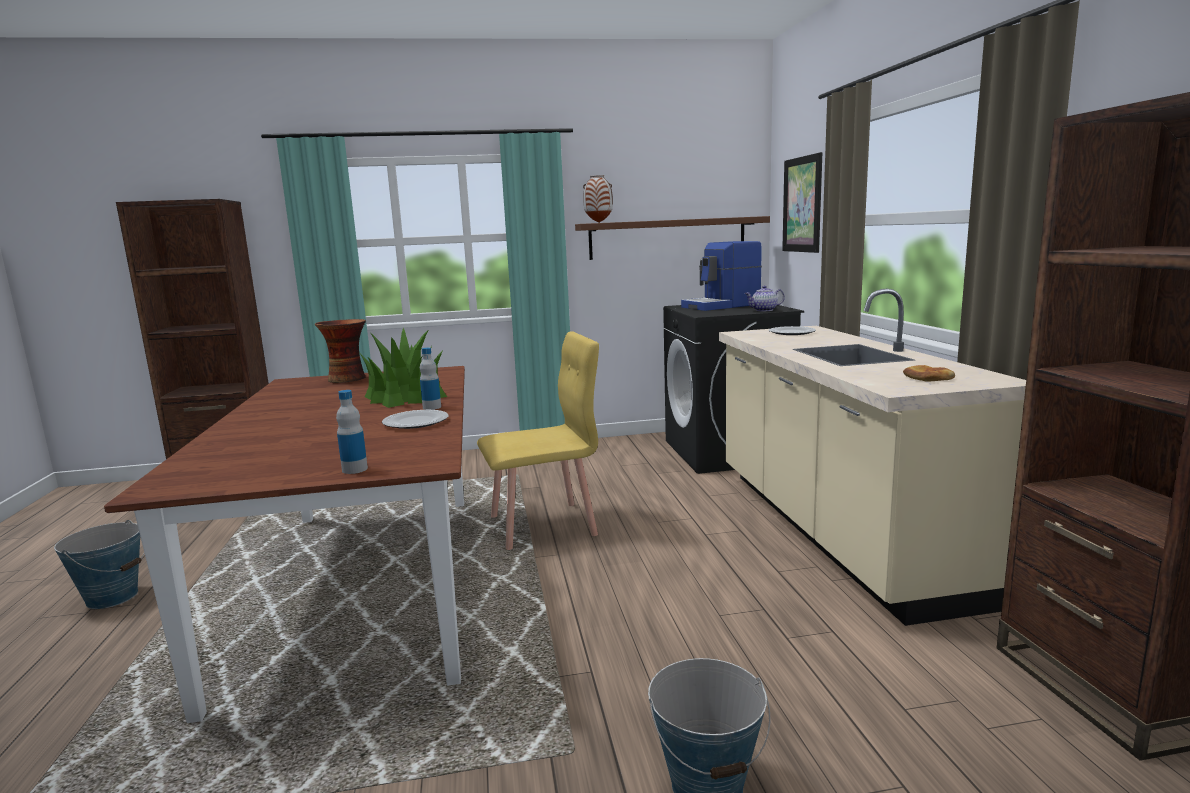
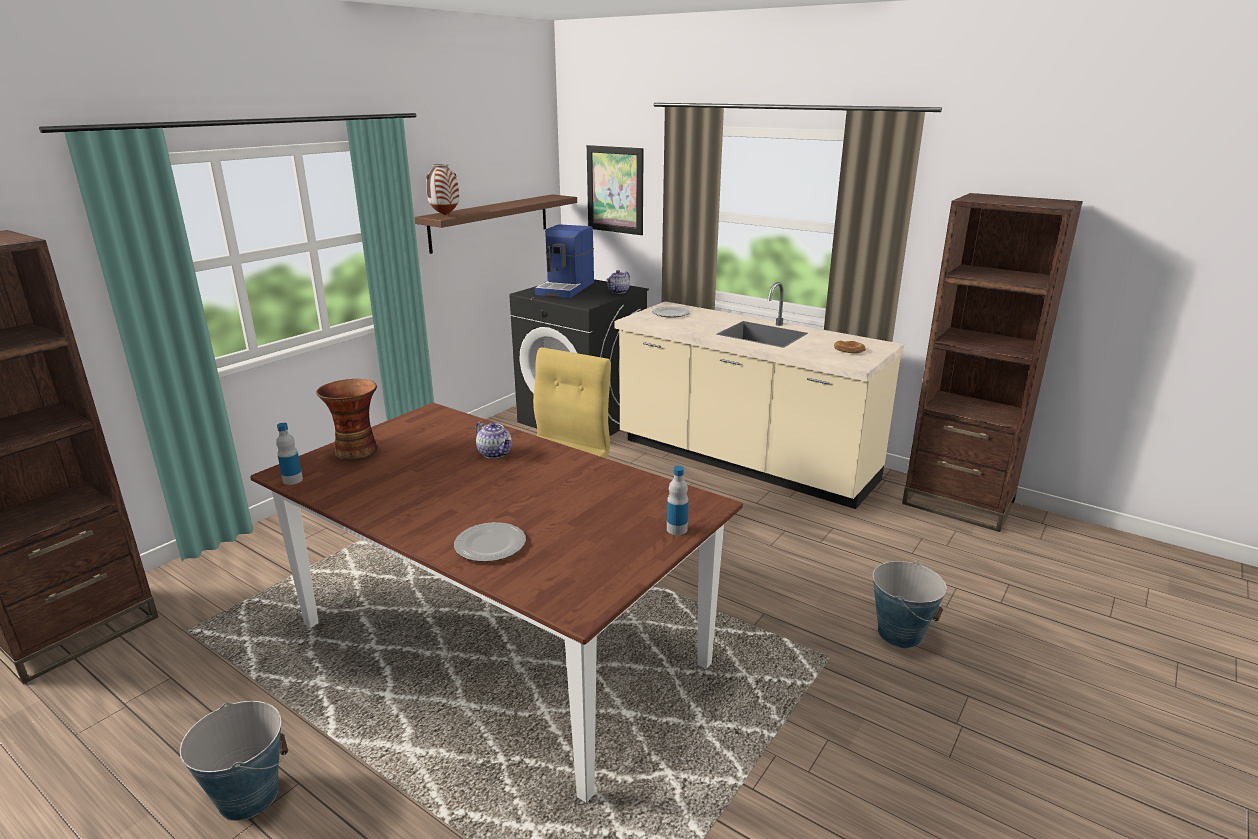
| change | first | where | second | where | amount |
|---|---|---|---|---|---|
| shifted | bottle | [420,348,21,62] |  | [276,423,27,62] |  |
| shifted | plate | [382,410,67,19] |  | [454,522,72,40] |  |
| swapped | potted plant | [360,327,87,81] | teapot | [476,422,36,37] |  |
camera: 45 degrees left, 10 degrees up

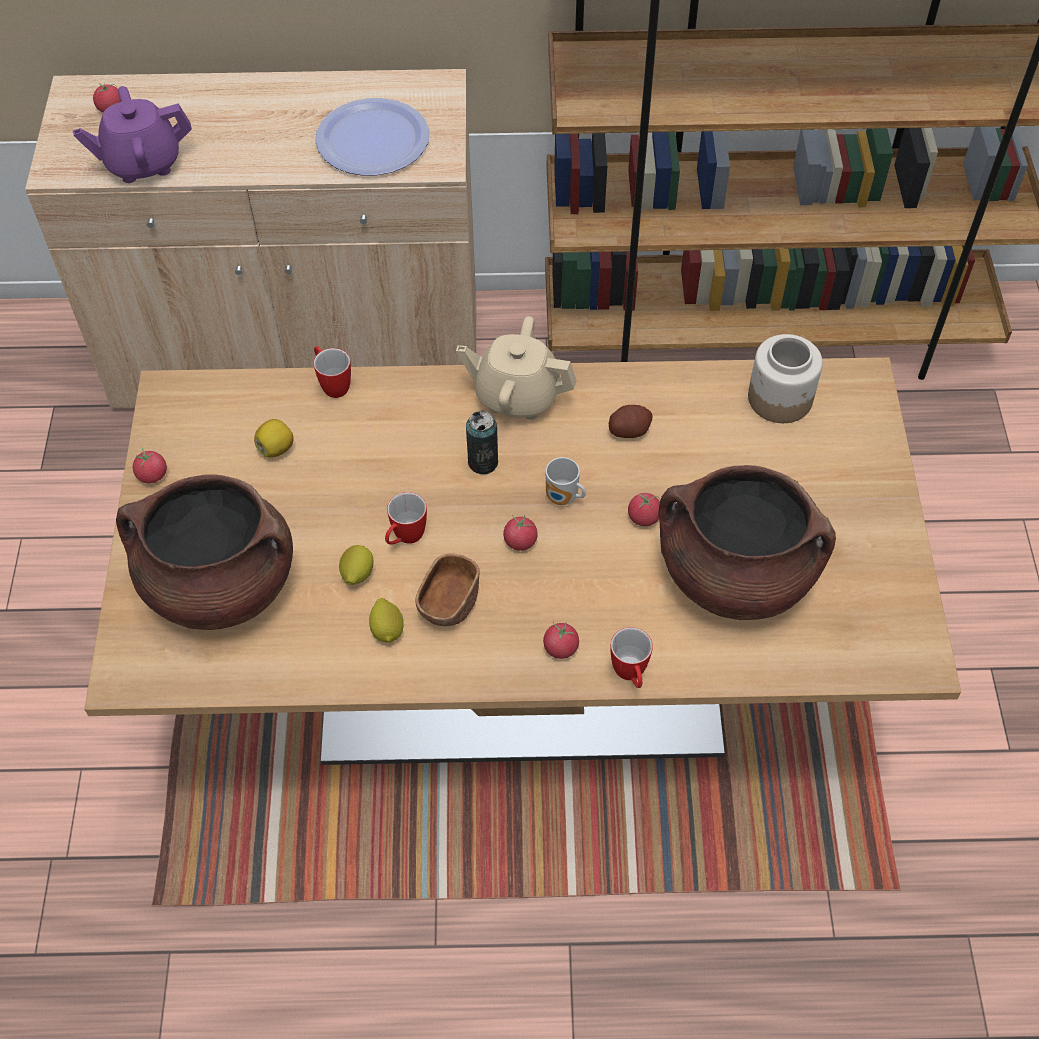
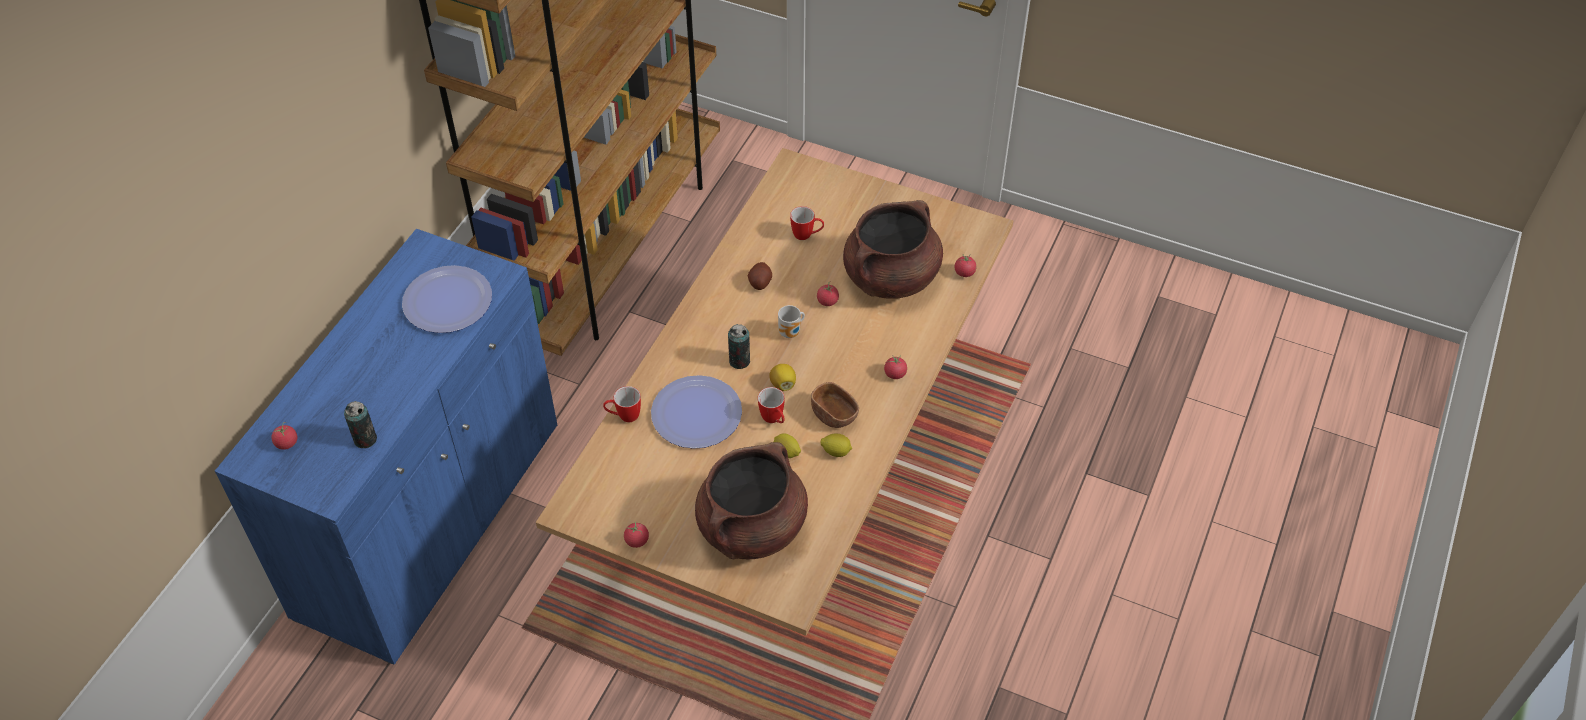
| change | first | where | second | where | amount |
|---|---|---|---|---|---|
| repainted | cabinet/sand-coloured | [25,69,451,339] | cabinet/blue-coloured | [215,229,342,436] |  |
| swapped | teapot/purple-coloured | [73,86,119,97] | sealed can | [344,401,33,47] |  |
| new |  |  | plate | [651,375,91,74] |  |
| shifted | whole lemon | [254,419,39,39] |  | [769,364,27,27] |  |
| shifted | tea mug | [611,627,42,61] |  | [790,206,34,34] |  |
| shifted | tomato | [503,515,35,36] |  | [955,254,21,23] |  |
| gone | teapot/sand-coloured | [456,316,121,104] |  |  |  |
| gone | jar | [748,334,75,89] |  |  |  |
camera: 65 degrees left, 5 degrees down

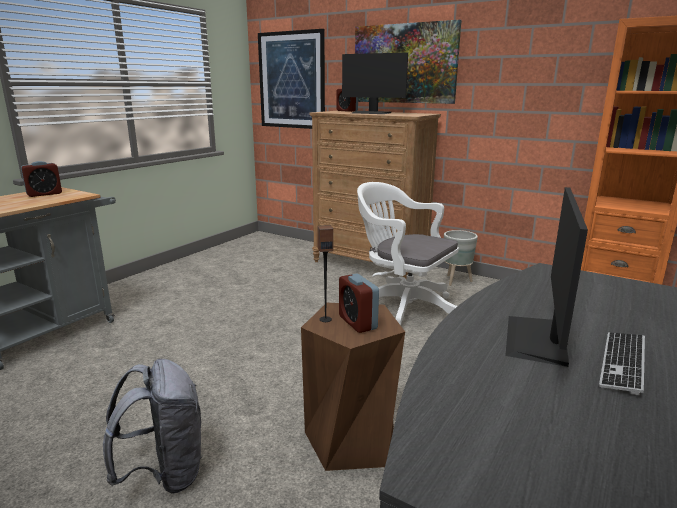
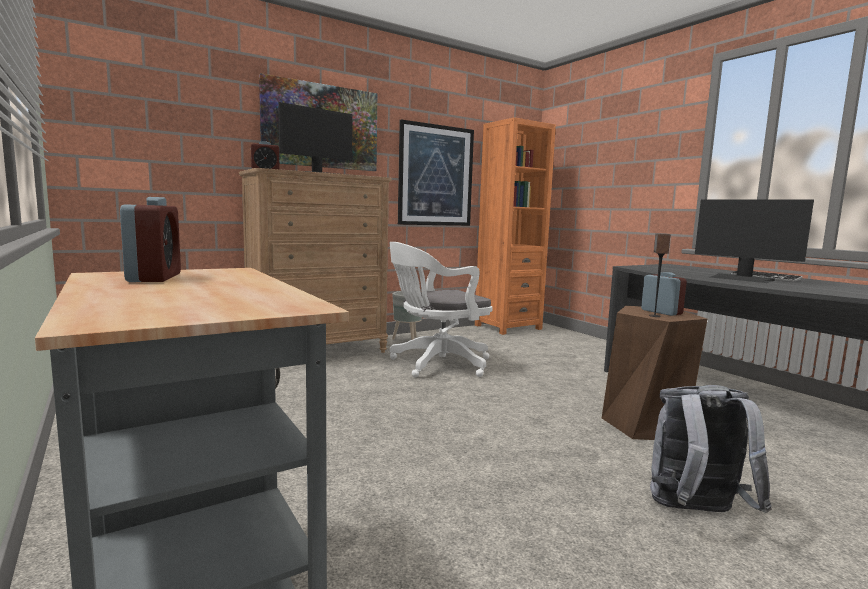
| change | first | where | second | where | amount |
|---|---|---|---|---|---|
| shifted | wall art | [258,29,67,100] |  | [398,119,76,107] |  |
| rotated | bedside clock | [339,274,40,59] |  | [641,272,46,44] | 120 degrees counterclockwise |
camera: 65 degrees left, 10 degrees down

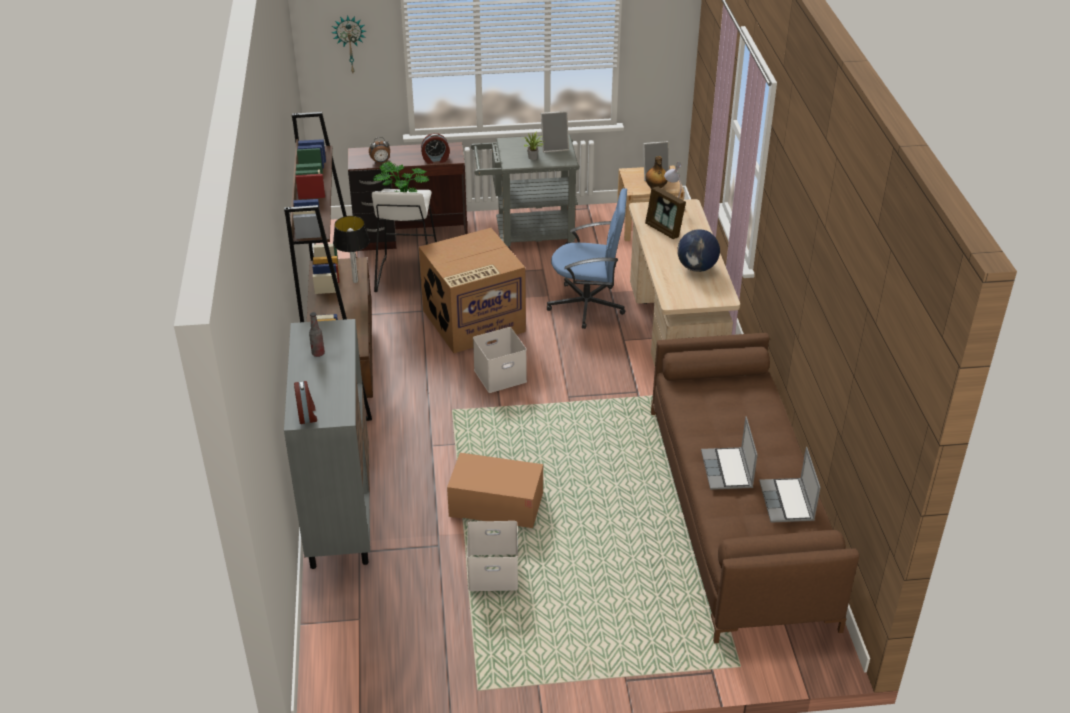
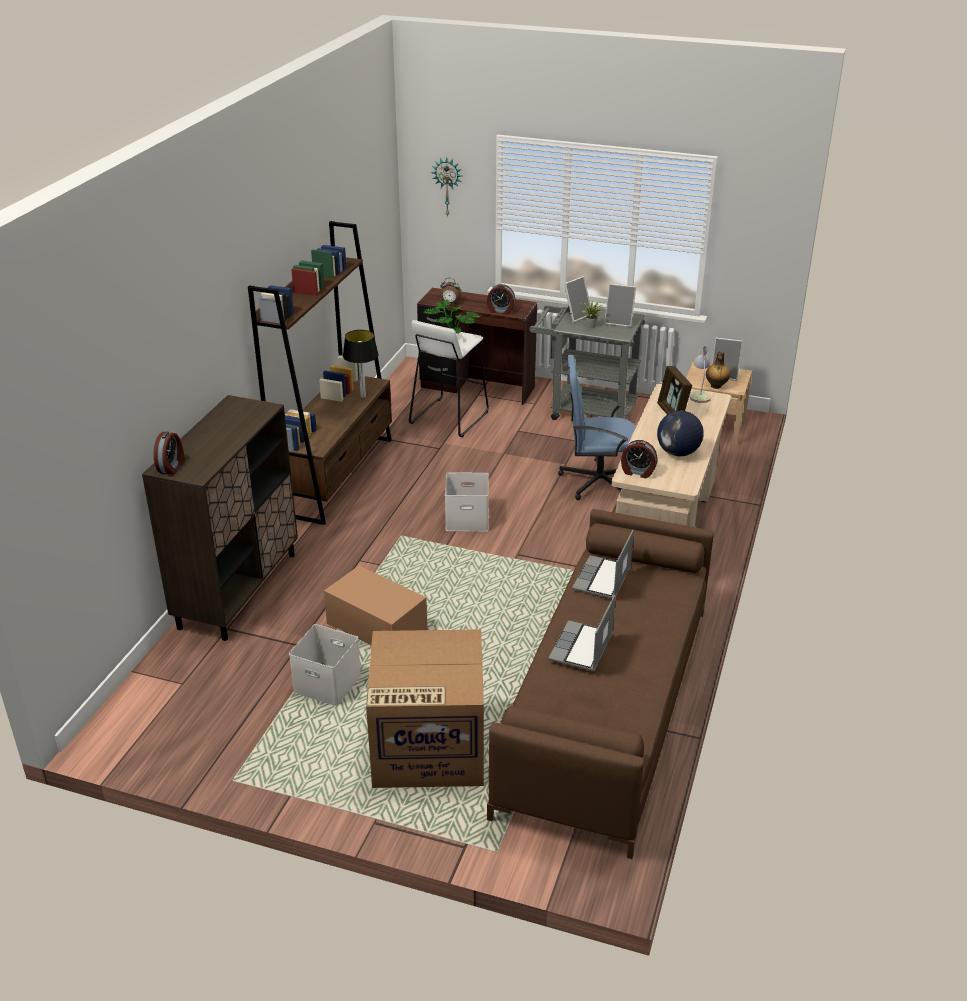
| change | first | where | second | where | amount |
|---|---|---|---|---|---|
| repainted | cabinet/gray | [284,319,86,250] | cabinet/brown | [142,395,156,246] |  |
| shifted | cardboard box | [419,228,107,125] |  | [366,629,118,159] |  |
| rotated | office chair/blue-coloured | [547,188,80,141] |  | [558,355,78,145] | 150 degrees clockwise |
| new |  |  | photo frame | [563,276,28,46] |  |
| shifted | portable computer | [759,447,62,76] |  | [572,530,62,69] |  |
| new |  |  | bedside clock | [621,440,37,38] |  |
| gone | bottle | [309,312,16,45] |  |  |  |
camera: 25 degrees right, 5 degrees down

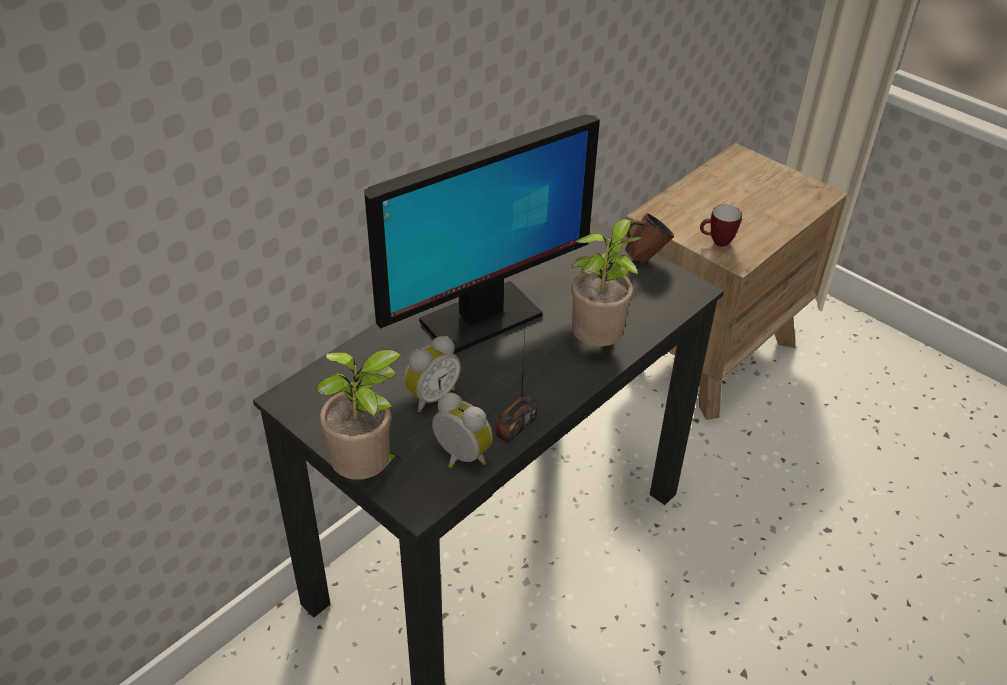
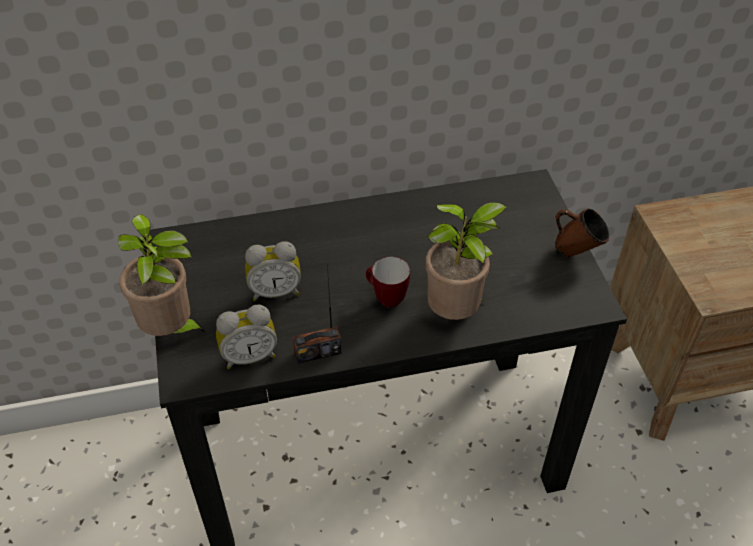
| change | first | where | second | where | amount |
|---|---|---|---|---|---|
| rotated | bedside clock | [432,393,61,75] |  | [216,305,61,64] | 90 degrees clockwise |
| shifted | tea mug | [700,204,42,43] |  | [366,257,44,51] |  |
| gone | monitor | [364,115,236,239] |  |  |  |
camera: 35 degrees right, 5 degrees up

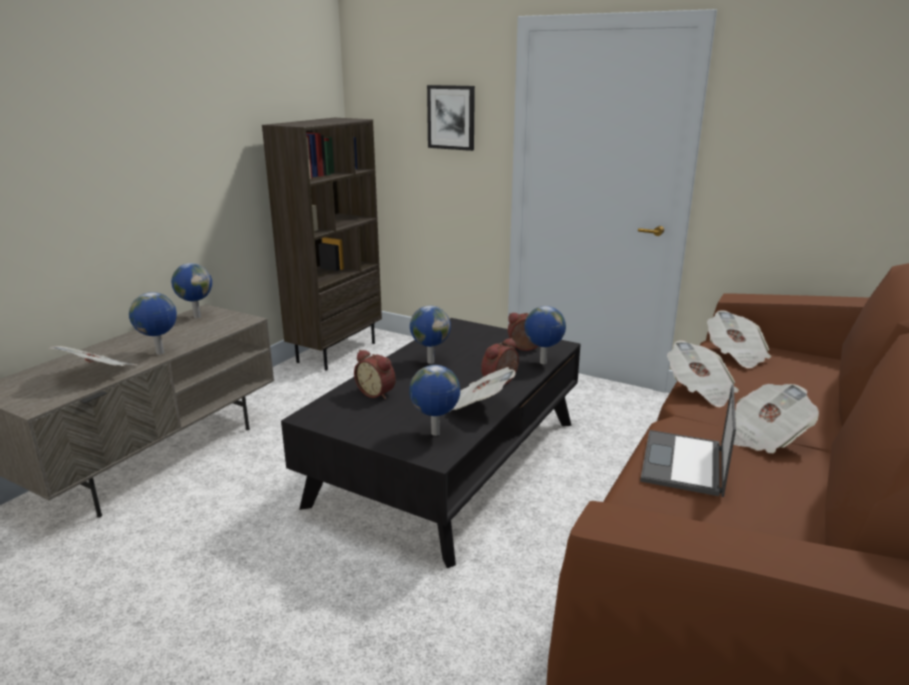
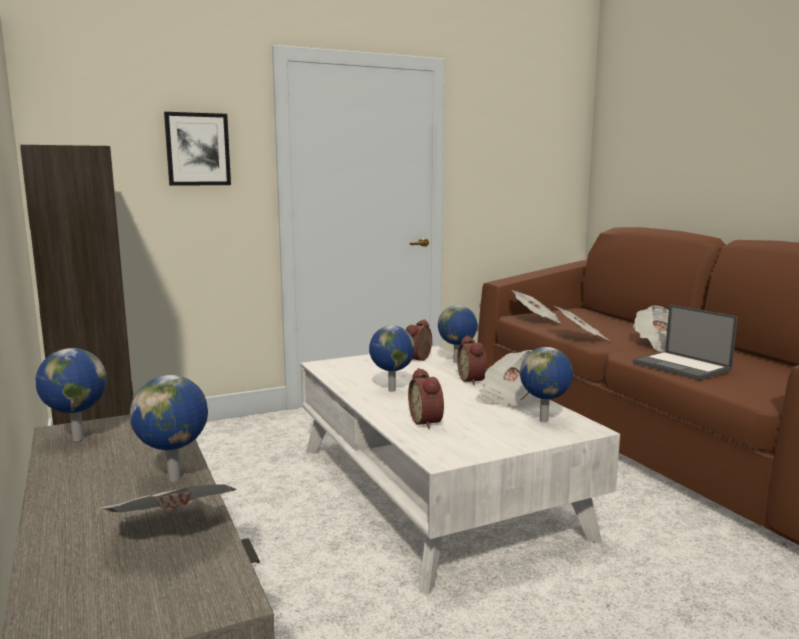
| change | first | where | second | where | amount |
|---|---|---|---|---|---|
| repainted | coffee table/black-coloured | [281,318,300,250] | coffee table/white | [300,346,320,249] |  |
| rotated | bedside clock | [354,350,42,49] |  | [408,368,36,61] | 90 degrees clockwise |
camera: 55 degrees left, 10 degrees down

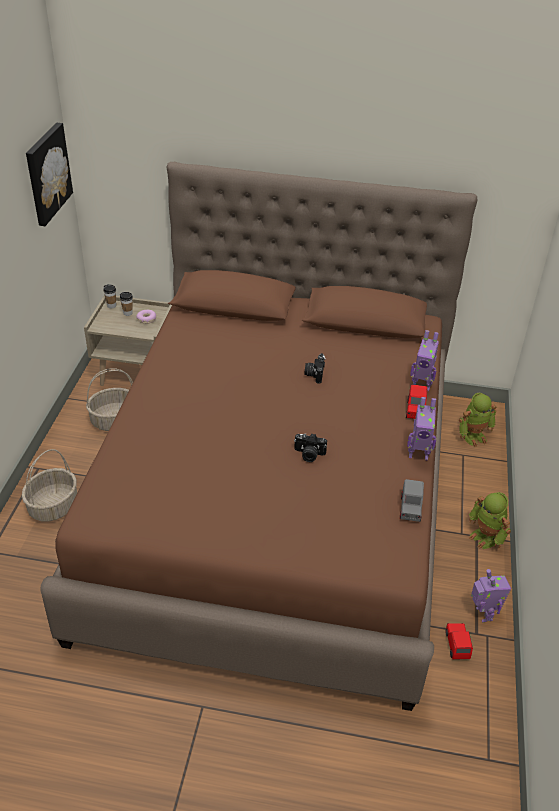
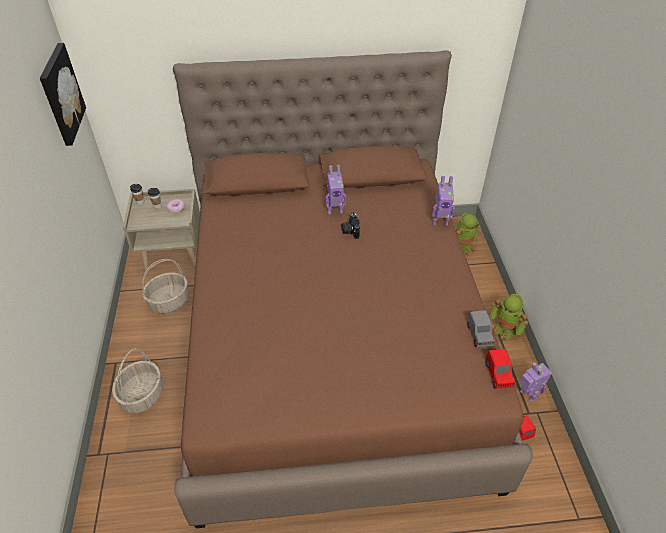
| change | first | where | second | where | amount |
|---|---|---|---|---|---|
| shifted | robot figure | [407,397,29,63] |  | [326,165,20,50] |  |
| shifted | miniature car/reddish | [406,384,22,35] |  | [485,349,30,40] |  |
| gone | still camera | [294,433,33,29] |  |  |  |
camera: 15 degrees left, 5 degrees up

